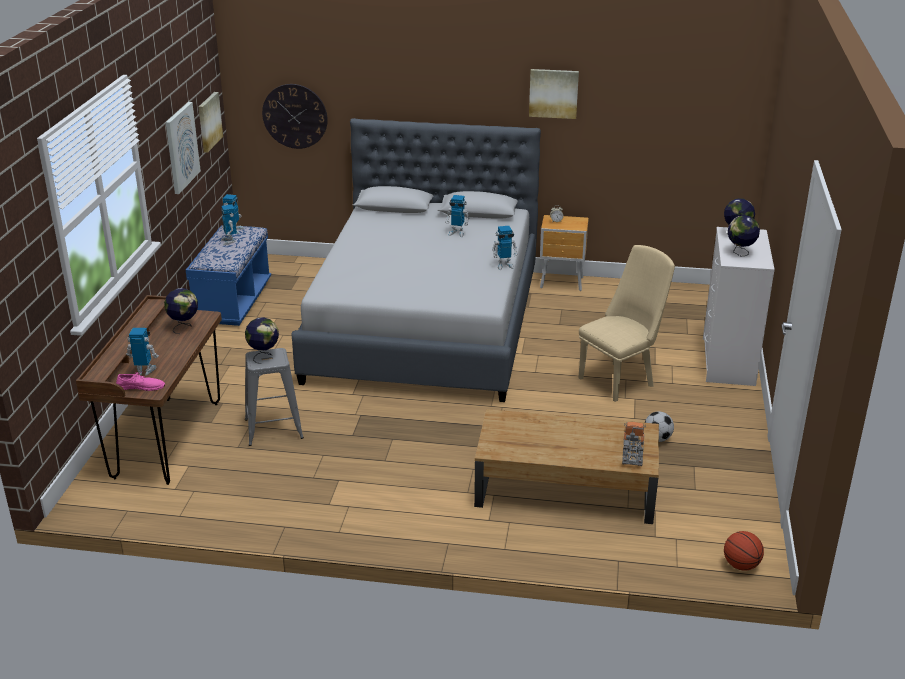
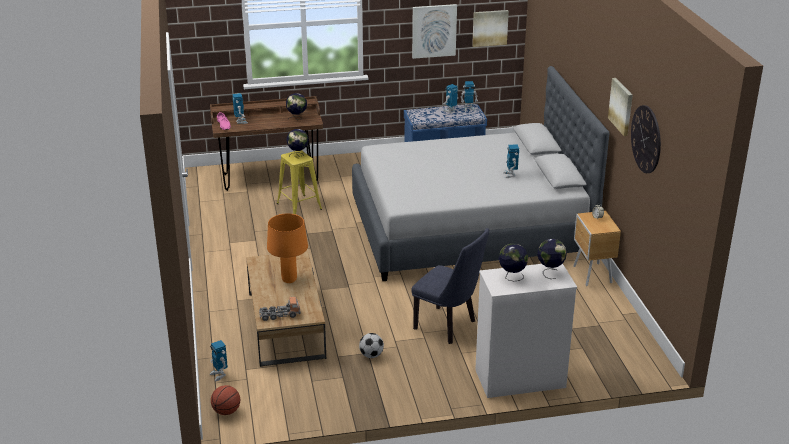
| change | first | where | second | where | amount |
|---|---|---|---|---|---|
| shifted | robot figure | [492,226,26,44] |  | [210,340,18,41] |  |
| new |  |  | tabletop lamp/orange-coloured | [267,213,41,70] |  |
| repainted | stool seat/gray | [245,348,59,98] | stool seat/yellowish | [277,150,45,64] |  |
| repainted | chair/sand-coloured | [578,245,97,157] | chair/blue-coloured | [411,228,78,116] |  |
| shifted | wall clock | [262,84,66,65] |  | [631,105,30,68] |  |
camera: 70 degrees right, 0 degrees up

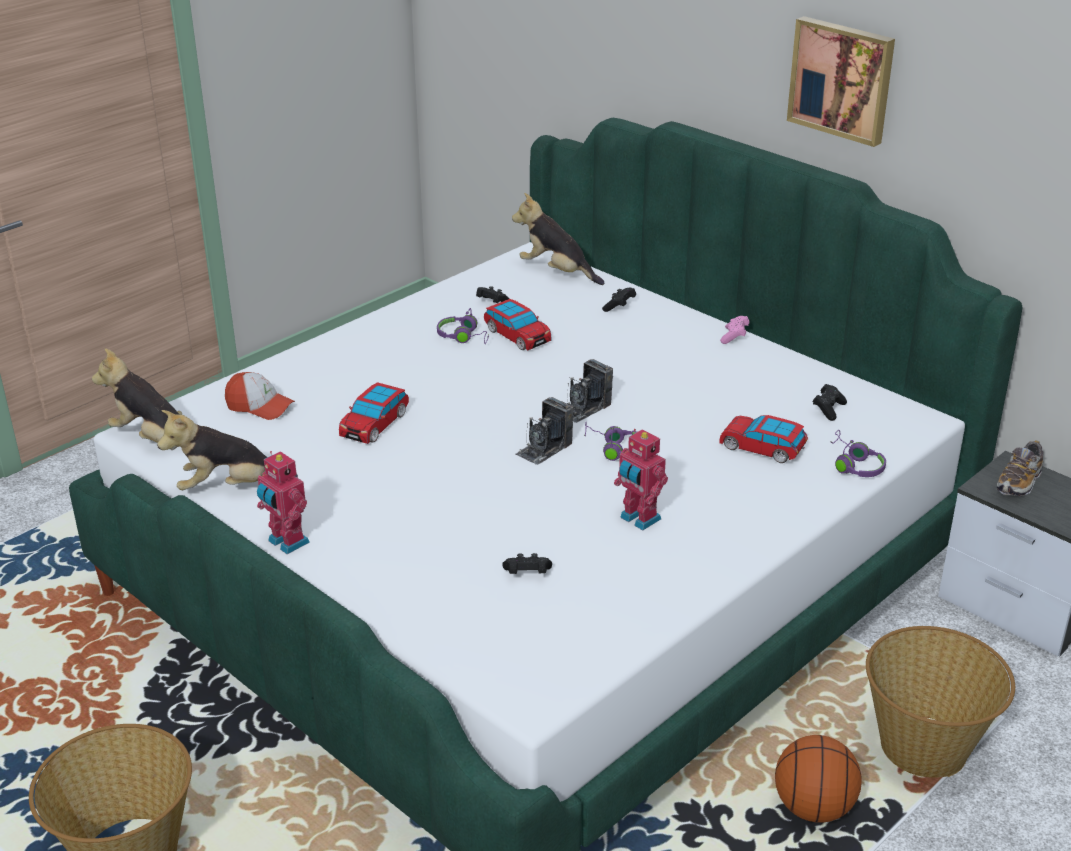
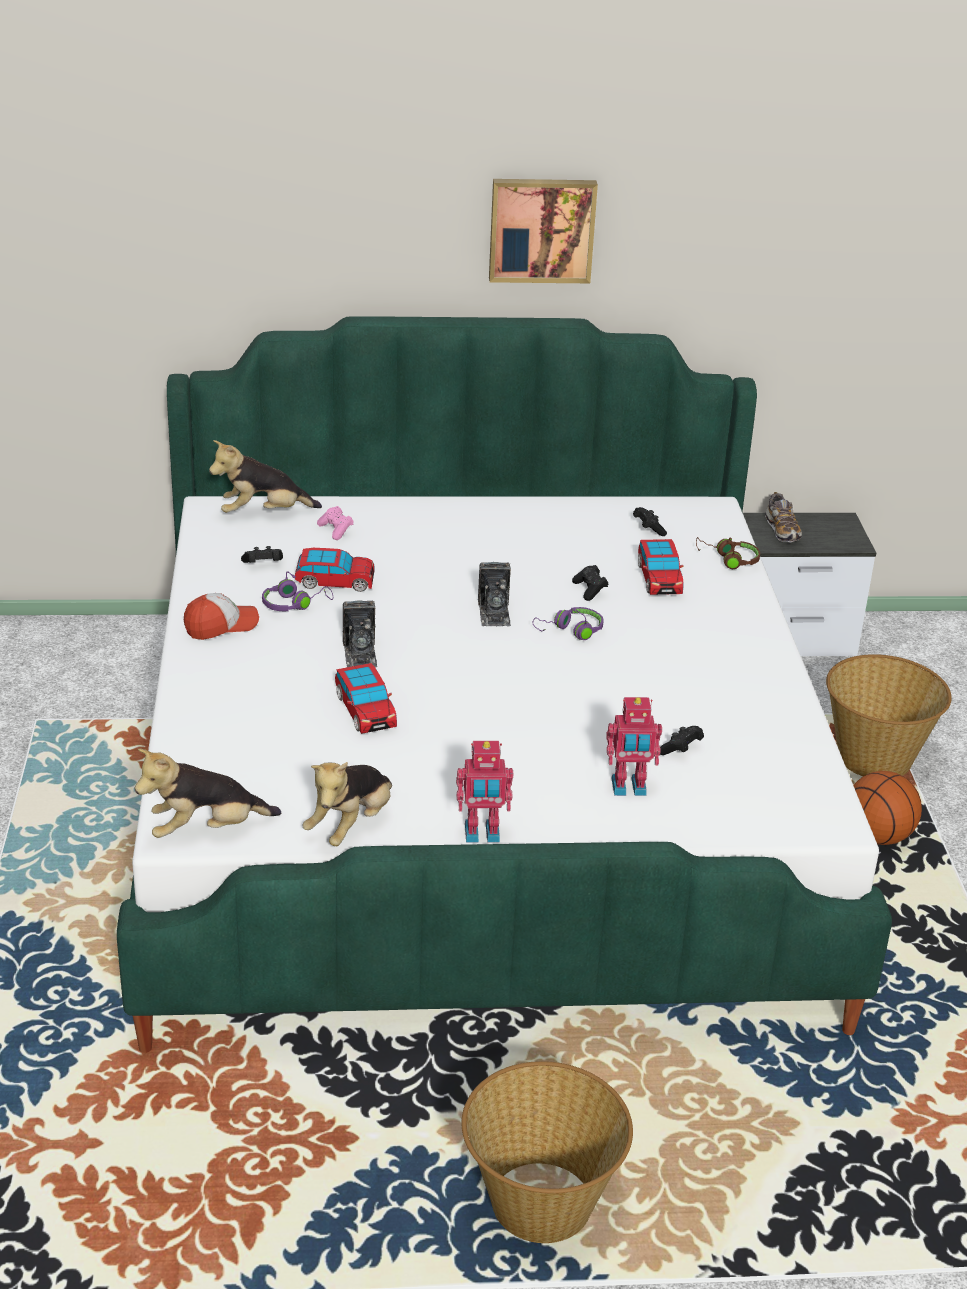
| change | first | where | second | where | amount |
|---|---|---|---|---|---|
| shifted | cap | [225,372,70,48] |  | [184,593,75,47] |  |
| shifted | gamepad/pink-coloured | [720,316,29,28] |  | [317,506,37,34] |  |
| shifted | still camera | [515,397,59,68] |  | [343,601,34,67] |  |
| shifted | gamepad/black-coloured | [602,288,34,24] |  | [572,565,36,36] |  |
| shifted | robot figure | [614,429,54,102] |  | [606,697,56,99] |  |
| rotated | miniature car | [719,415,89,48] |  | [638,539,46,56] | 75 degrees counterclockwise |
| repainted | headset/purple-coloured | [830,430,56,47] | headset/brown | [696,537,64,32] |  |
camera: 50 degrees left, 0 degrees up

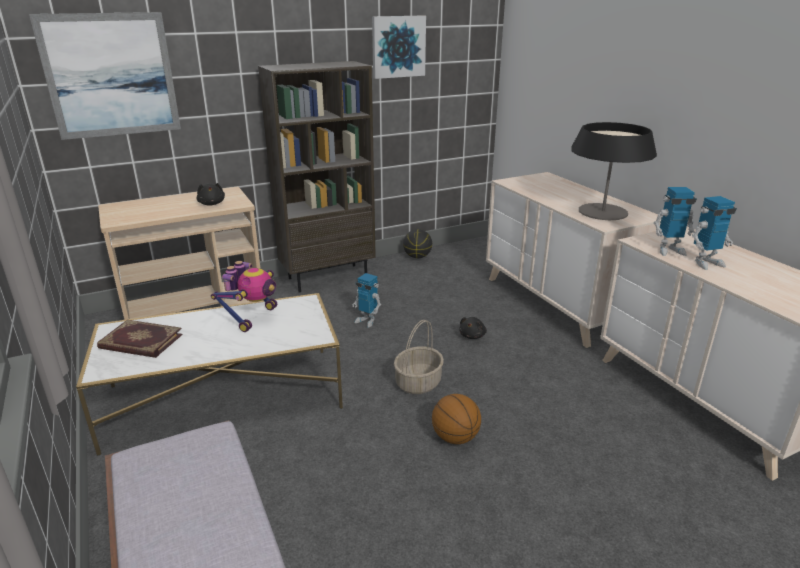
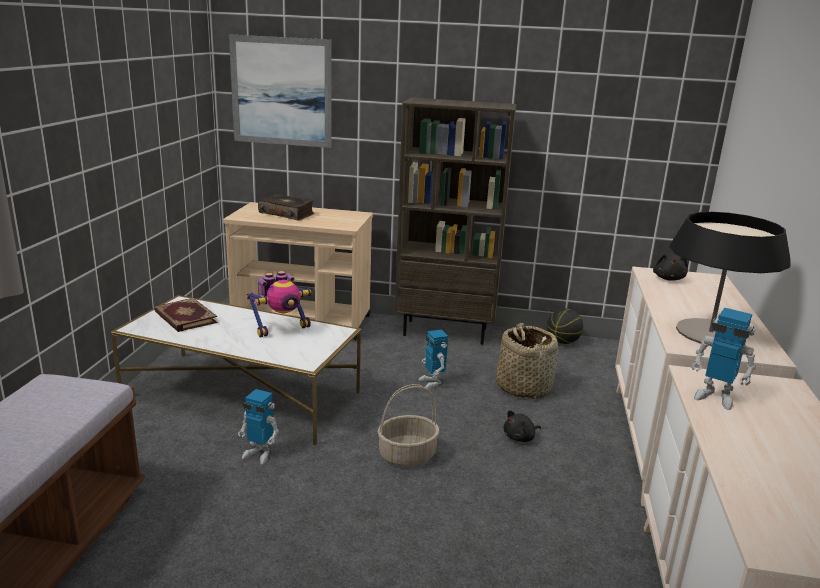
| change | first | where | second | where | amount |
|---|---|---|---|---|---|
| shifted | robot figure | [692,196,45,74] |  | [238,389,41,75] |  |
| new |  |  | book | [258,194,56,27] |  |
| new |  |  | storage basket | [496,323,62,76] |  |
| shifted | cuddly toy/black-coloured | [197,183,28,22] |  | [653,254,35,27] |  |
| gone | wall art | [372,16,54,63] |  |  |  |
| gone | basketball ball | [432,394,49,50] |  |  |  |
camera: 35 degrees right, 5 degrees down

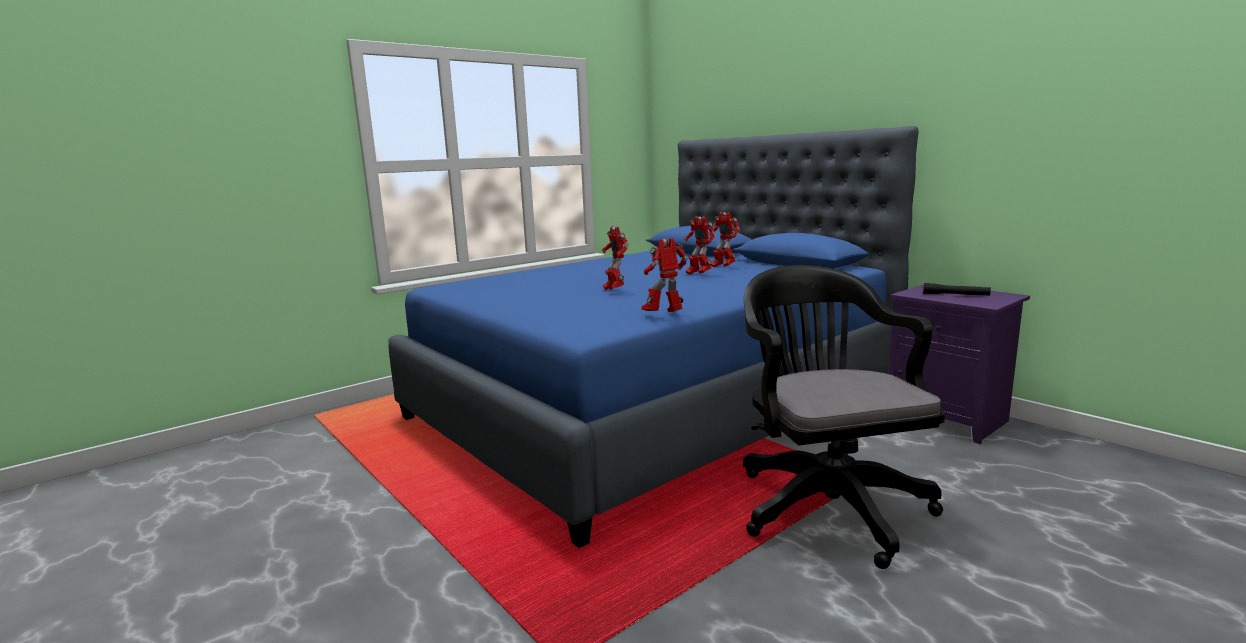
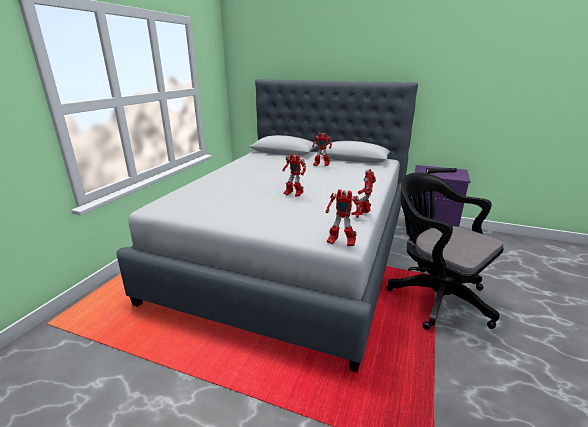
| change | first | where | second | where | amount |
|---|---|---|---|---|---|
| repainted | sleeping bed/blue-coloured | [388,126,531,422] | sleeping bed/gray | [116,79,302,294] |  |
| shifted | robot figure | [684,216,31,58] |  | [326,189,35,57] |  |
camera: 30 degrees left, 10 degrees up

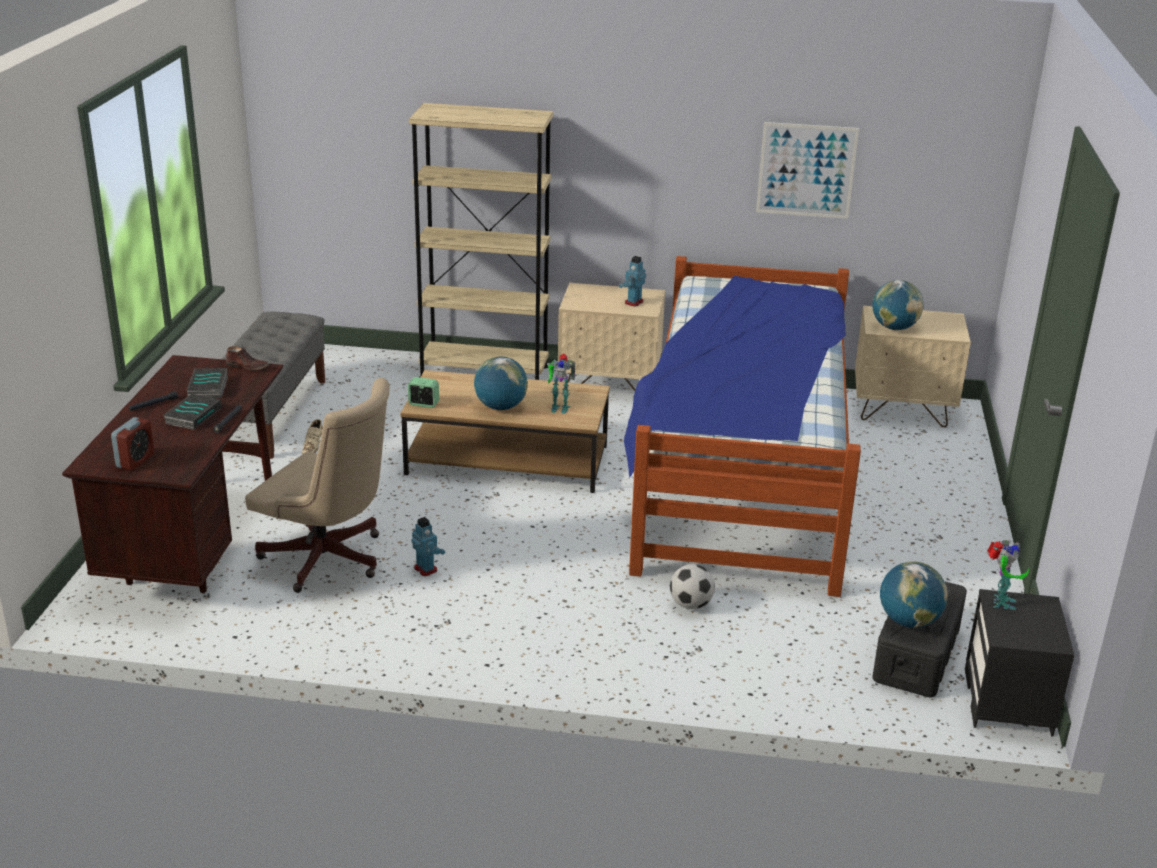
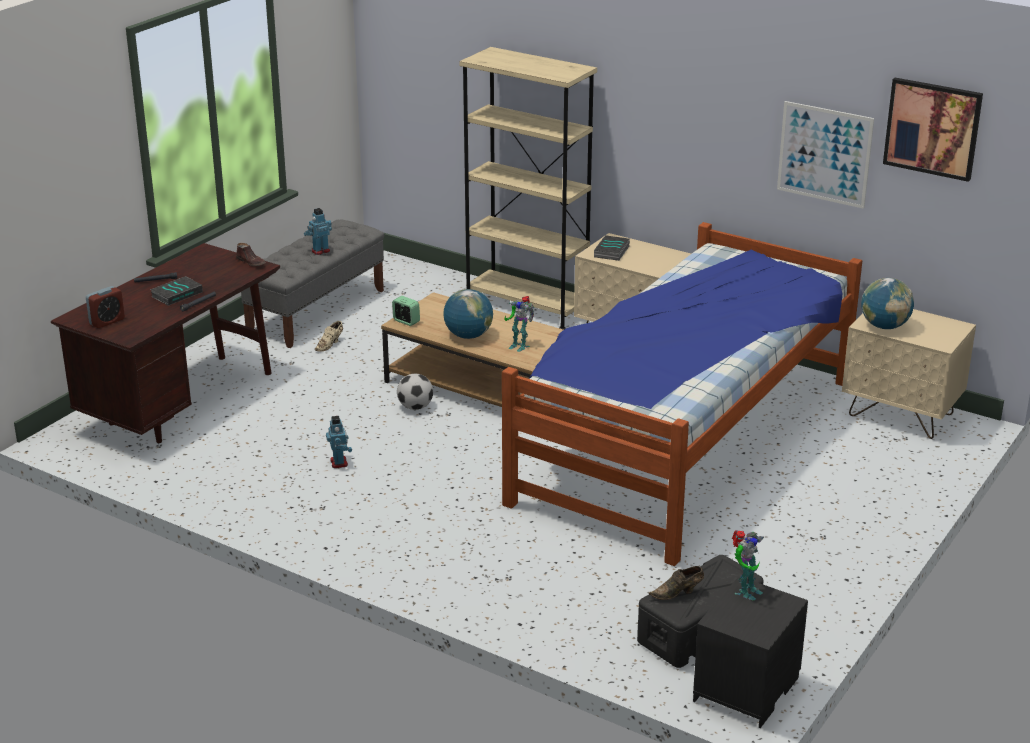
| change | first | where | second | where | amount |
|---|---|---|---|---|---|
| shifted | robot figure | [619,256,27,51] |  | [304,208,28,47] |  |
| shifted | football ball | [670,564,45,45] |  | [397,374,36,36] |  |
| shifted | book | [187,368,41,30] |  | [594,235,36,26] |  |
| swapped | globe | [880,561,68,67] | low shoe/brown | [649,566,55,34] |  |
| new |  |  | wall art | [883,78,100,104] |  |
| gone | office chair/sand-coloured | [245,378,145,214] |  |  |  |
camera: 25 degrees right, 0 degrees up

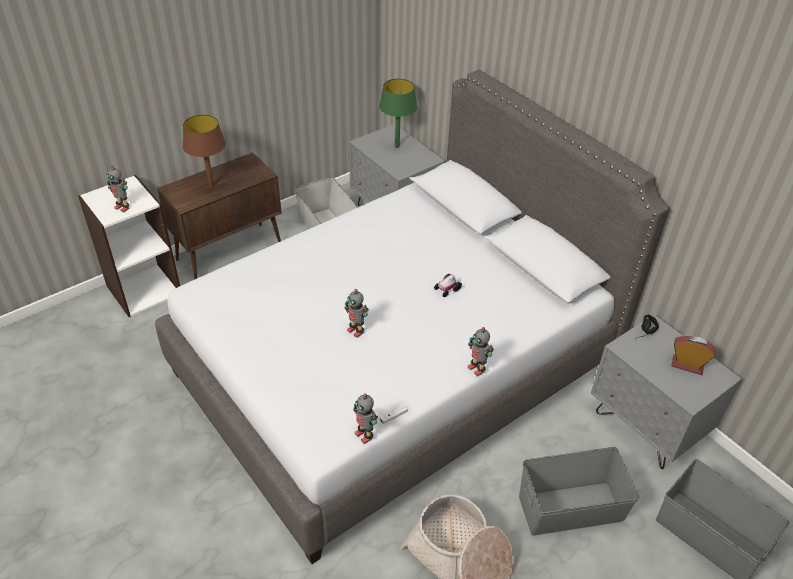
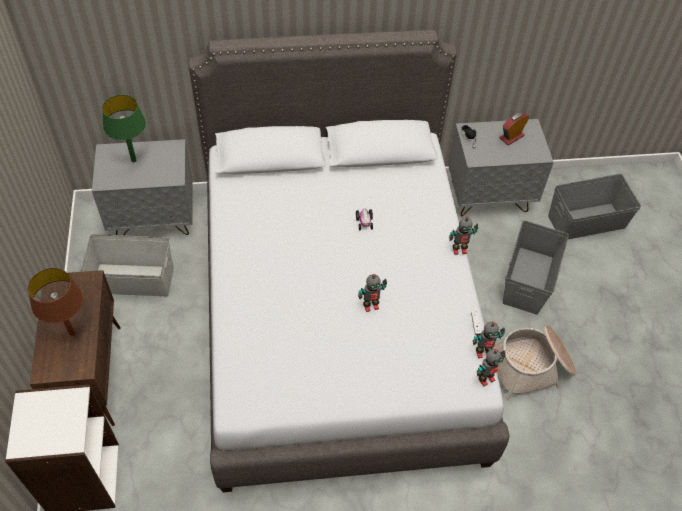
| change | first | where | second | where | amount |
|---|---|---|---|---|---|
| shifted | robot figure | [106,165,24,47] |  | [477,349,29,38] |  |
camera: 60 degrees left, 10 degrees up

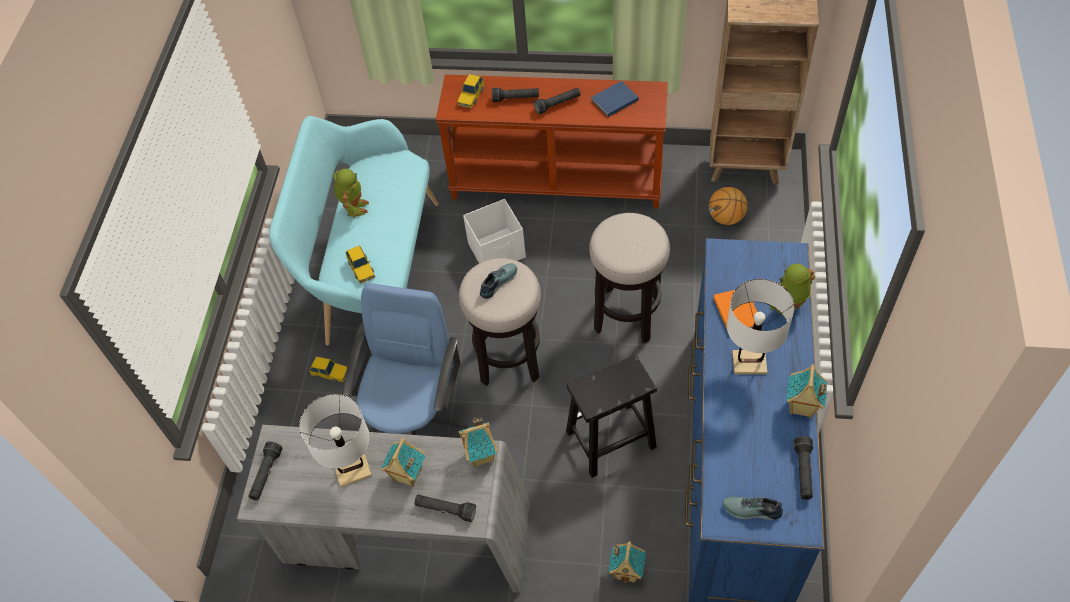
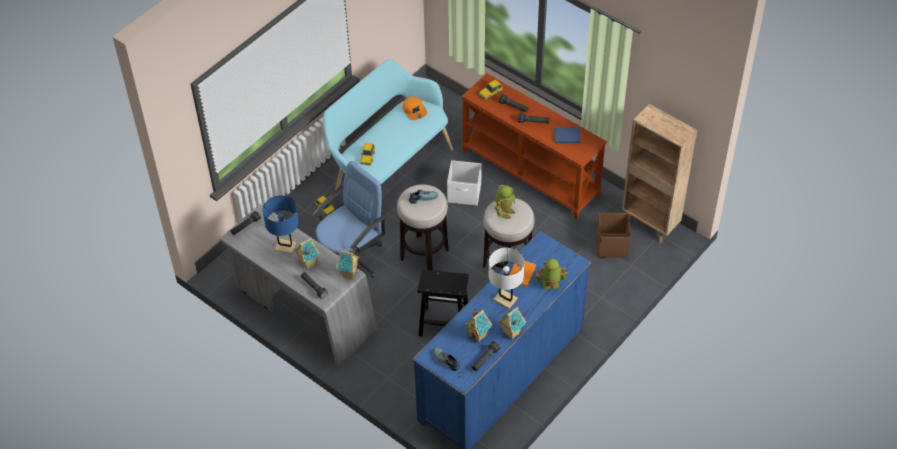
| change | first | where | second | where | amount |
|---|---|---|---|---|---|
| repainted | tabletop lamp/white | [299,394,73,93] | tabletop lamp/blue-coloured | [263,196,36,58] |  |
| new |  |  | cap/orange-coloured | [403,96,24,24] |  |
| shifted | toy house | [609,541,37,42] |  | [464,308,28,35] |  |
| shifted | robot figure | [334,169,35,49] |  | [495,185,21,34] |  |
| swapped | basketball ball | [709,187,39,38] | storage container/brown | [597,213,34,45] |  |
camera: 30 degrees right, 5 degrees down

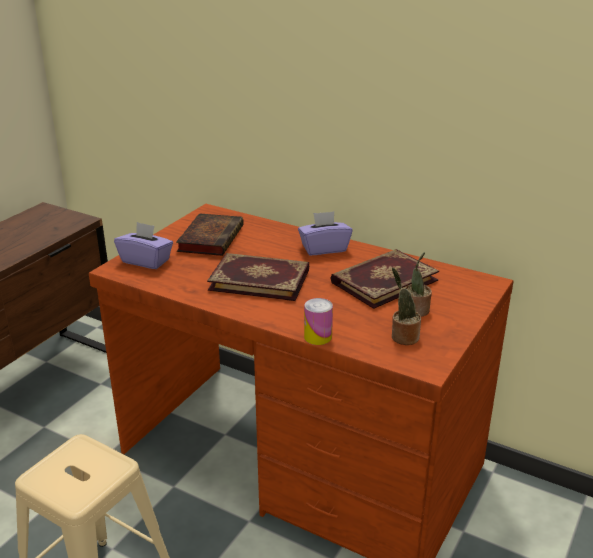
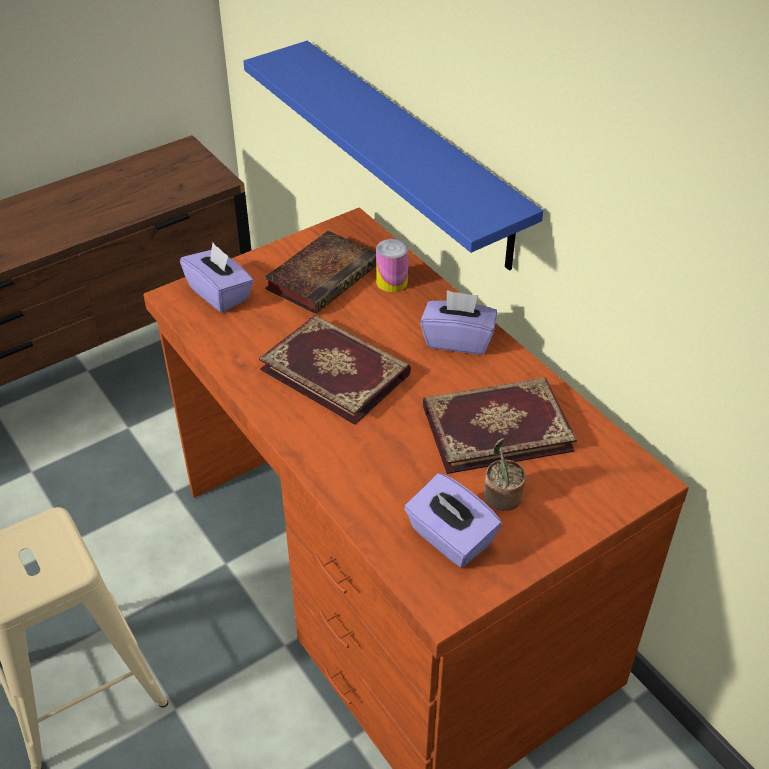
| change | first | where | second | where | amount |
|---|---|---|---|---|---|
| new |  |  | shelf/blue-coloured | [243,41,300,230] |  |
| shifted | sealed can | [304,298,29,47] |  | [376,239,32,53] |  |
| swapped | potted plant | [392,268,29,77] | tissue box/purple-coloured | [404,473,98,94] |  |
camera: 25 degrees right, 15 degrees up

